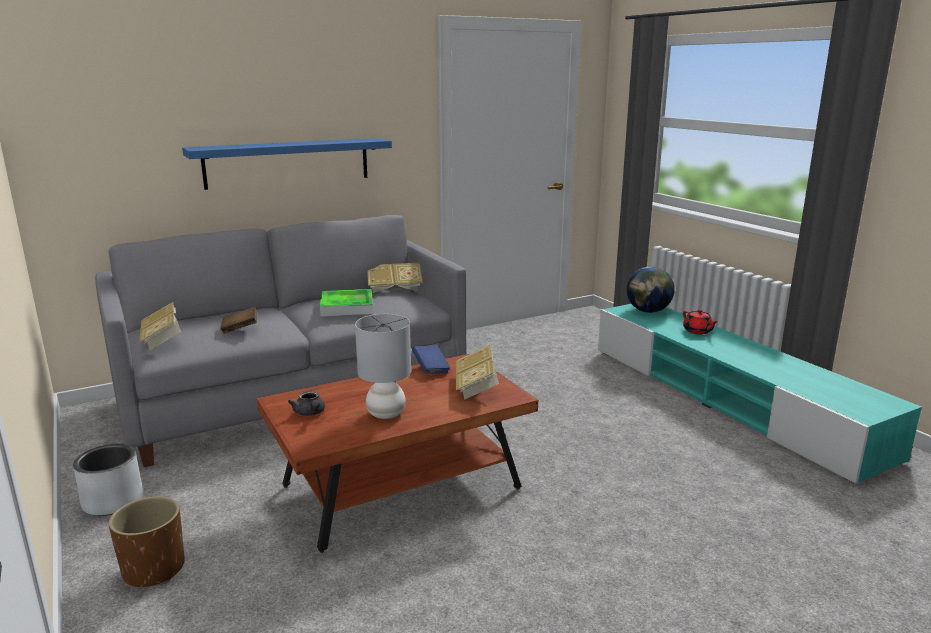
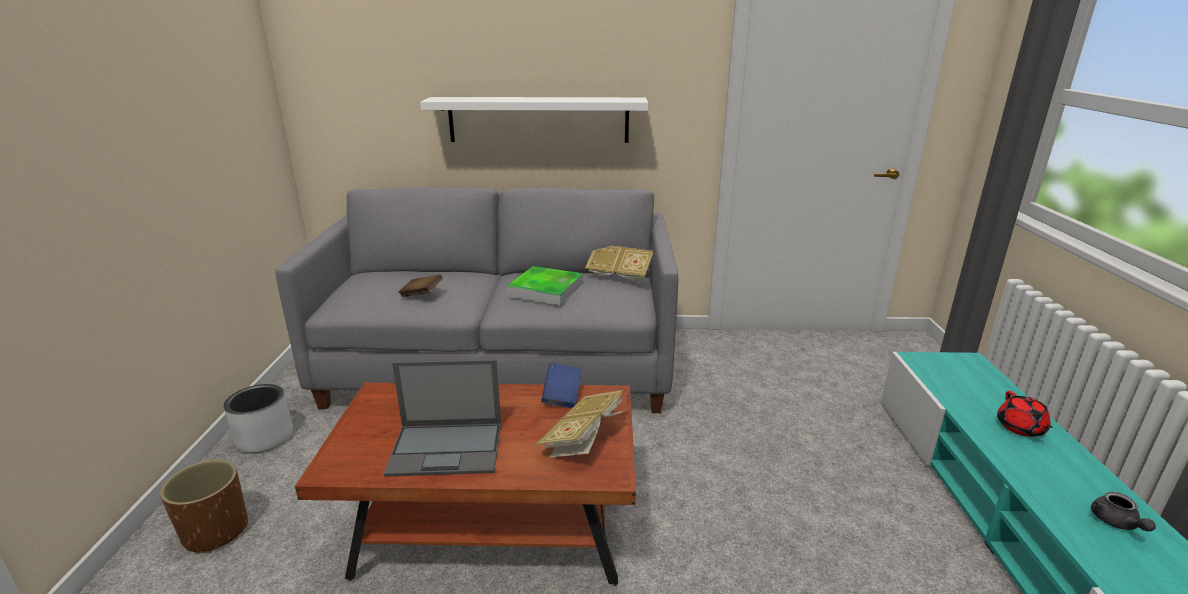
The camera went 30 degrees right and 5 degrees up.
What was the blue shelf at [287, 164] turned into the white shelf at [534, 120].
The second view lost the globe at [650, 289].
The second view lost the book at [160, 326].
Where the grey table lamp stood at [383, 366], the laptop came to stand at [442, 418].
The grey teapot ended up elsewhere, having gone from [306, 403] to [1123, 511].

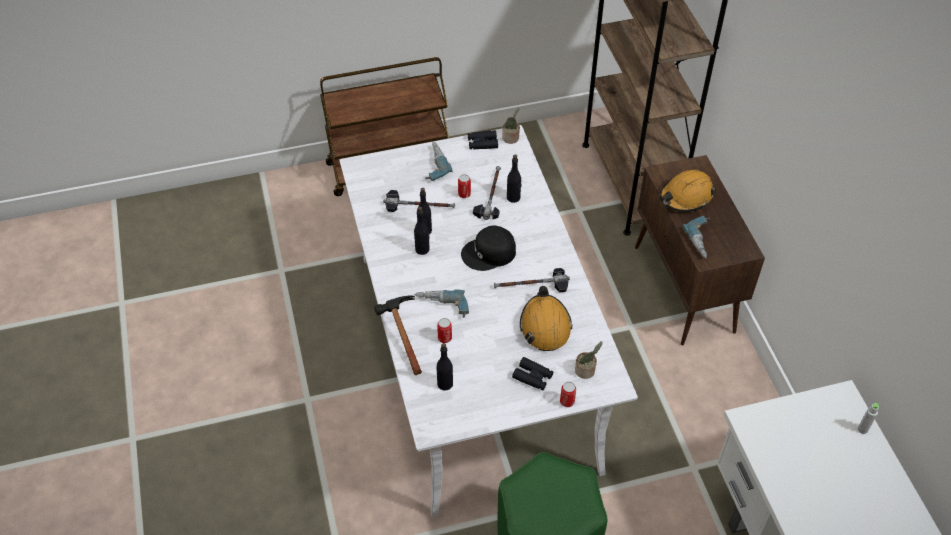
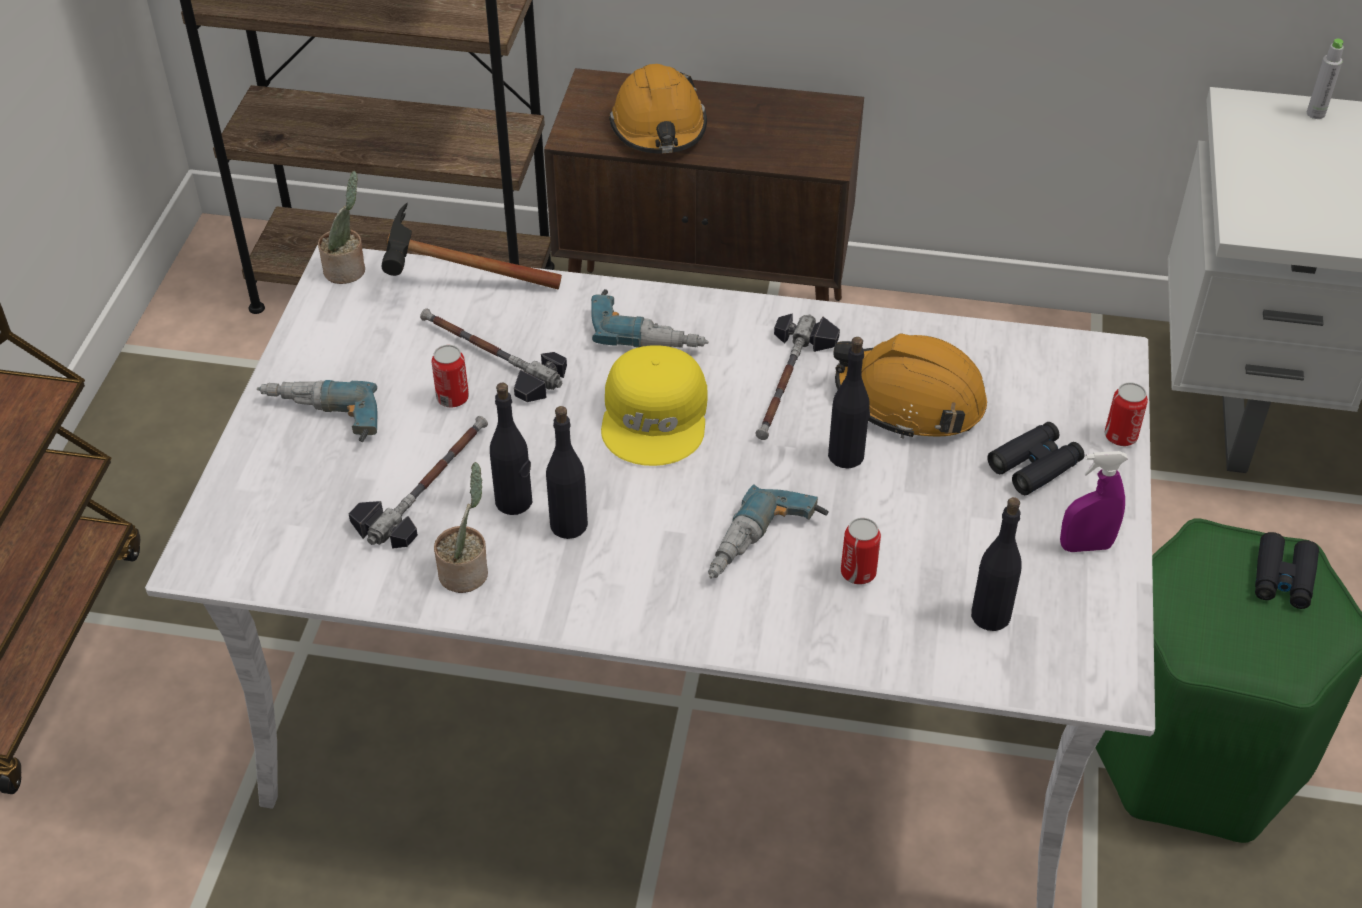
The camera went 65 degrees left and 5 degrees down.
The black binoculars ended up elsewhere, having gone from [483, 139] to [1287, 570].
The black bottle ended up elsewhere, having gone from [514, 178] to [849, 403].
The power drill ended up elsewhere, having gone from [696, 237] to [650, 318].
What was the black cap at [488, 248] turned into the yellow cap at [654, 405].
The hammer ended up elsewhere, having gone from [398, 335] to [472, 246].
The potted plant ended up elsewhere, having gone from [588, 360] to [461, 527].
The second view gained the purple spray bottle at [1094, 501].

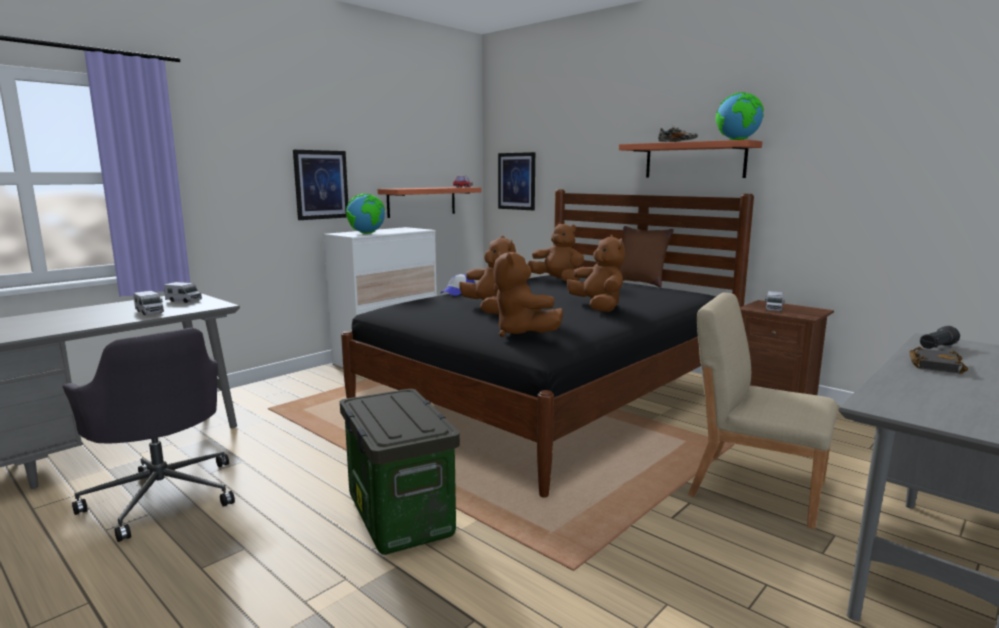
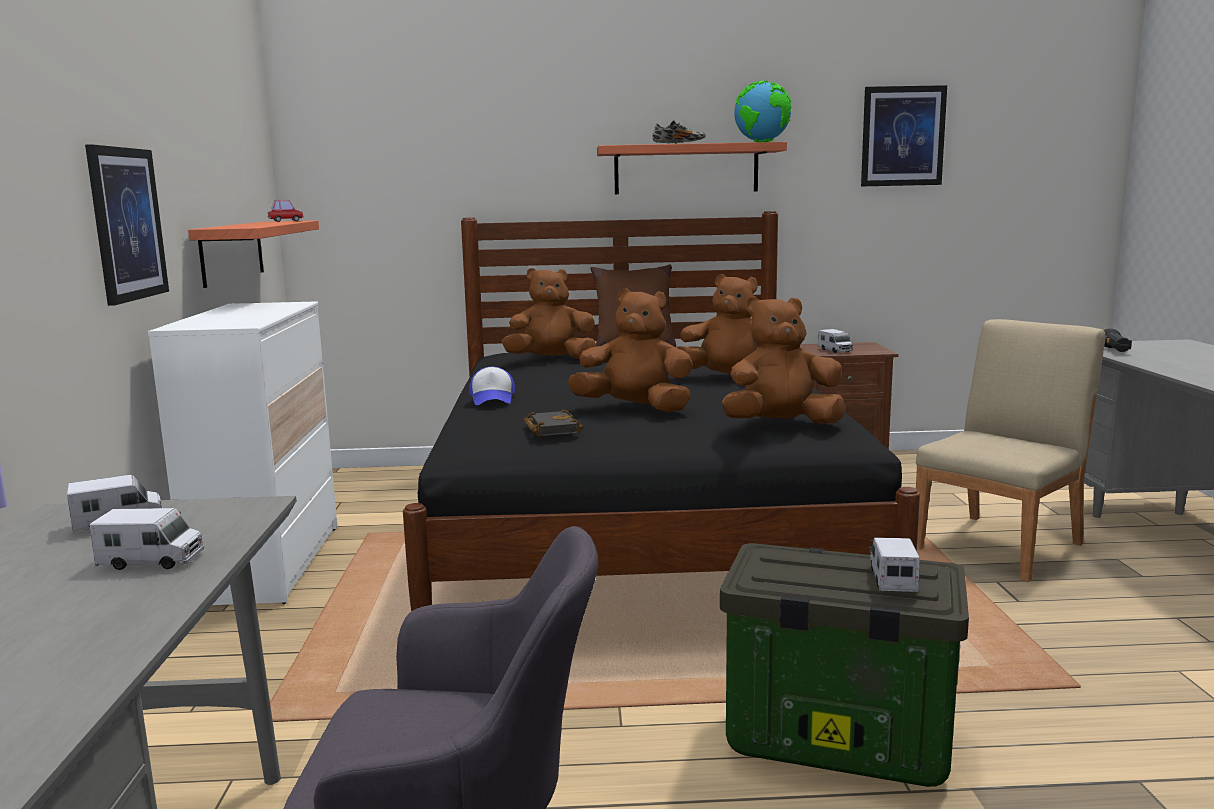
The camera went 45 degrees left and 0 degrees up.
The picture ended up elsewhere, having gone from [516, 181] to [904, 135].
The second view lost the globe at [365, 213].
The brown plush toy at [528, 294] ended up facing another way, 150 degrees clockwise from before.
The beige chair at [763, 410] ended up facing another way, 150 degrees clockwise from before.
The black book ended up elsewhere, having gone from [938, 360] to [553, 423].
The second view gained the toy truck at [894, 564].

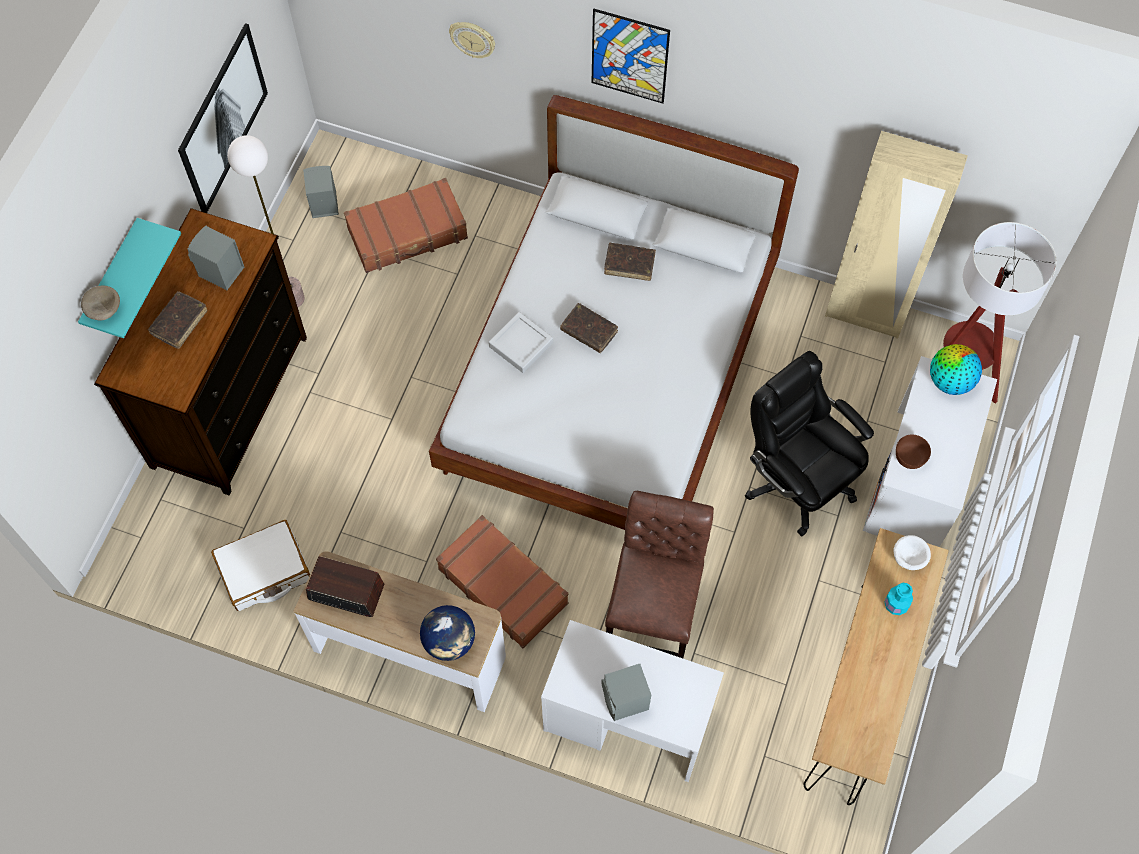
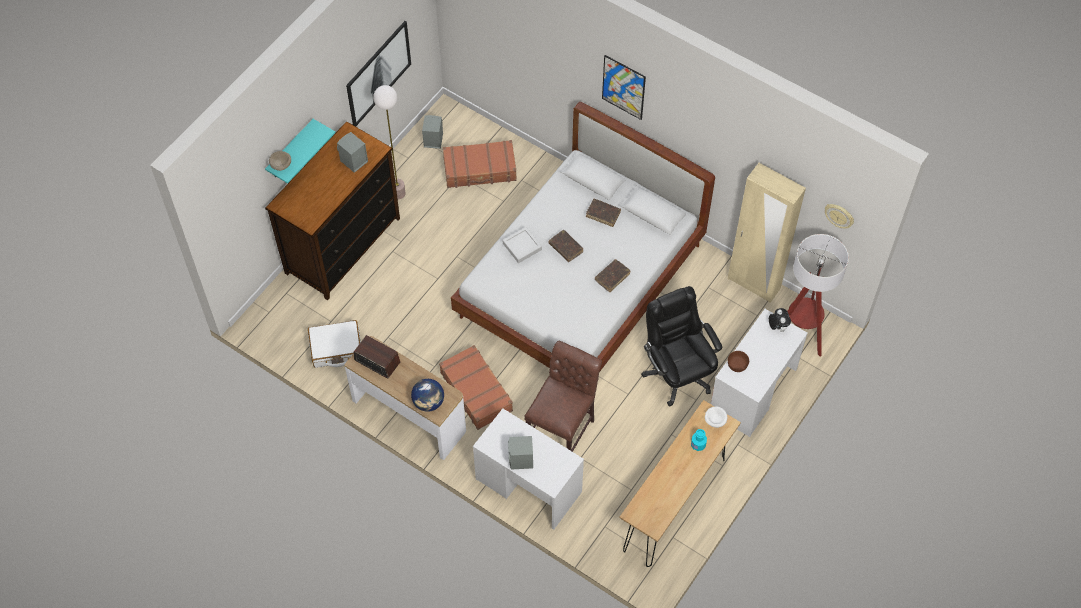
The camera went 15 degrees right and 5 degrees down.
The wall clock ended up elsewhere, having gone from [472, 40] to [839, 216].
The brown book ended up elsewhere, having gone from [177, 320] to [612, 275].
Where the globe stood at [956, 369], the plush toy came to stand at [780, 320].

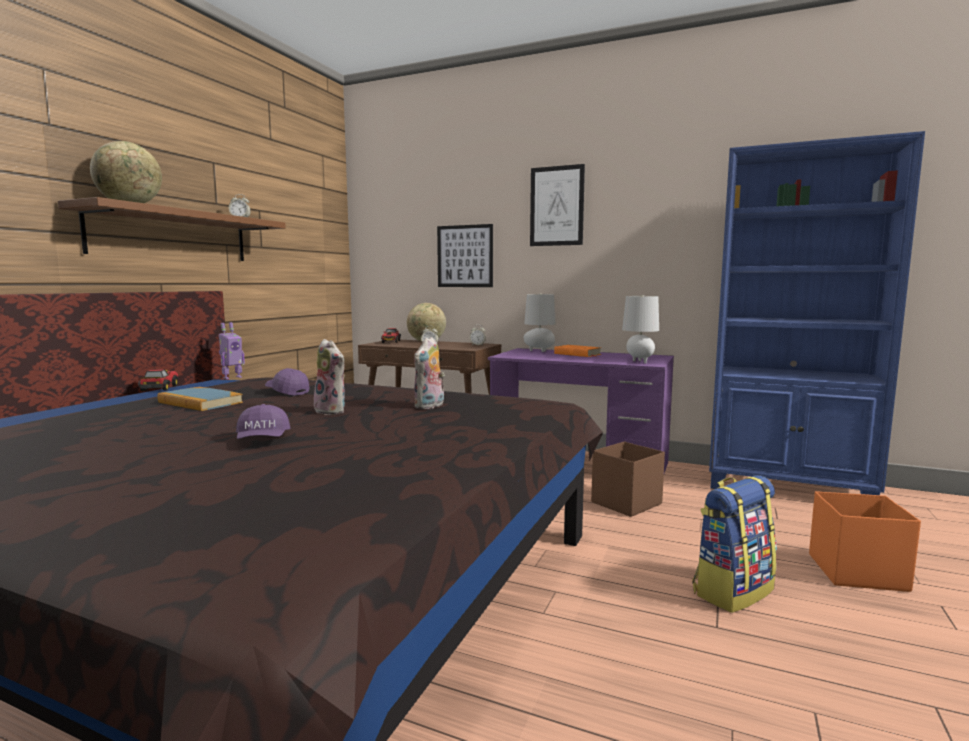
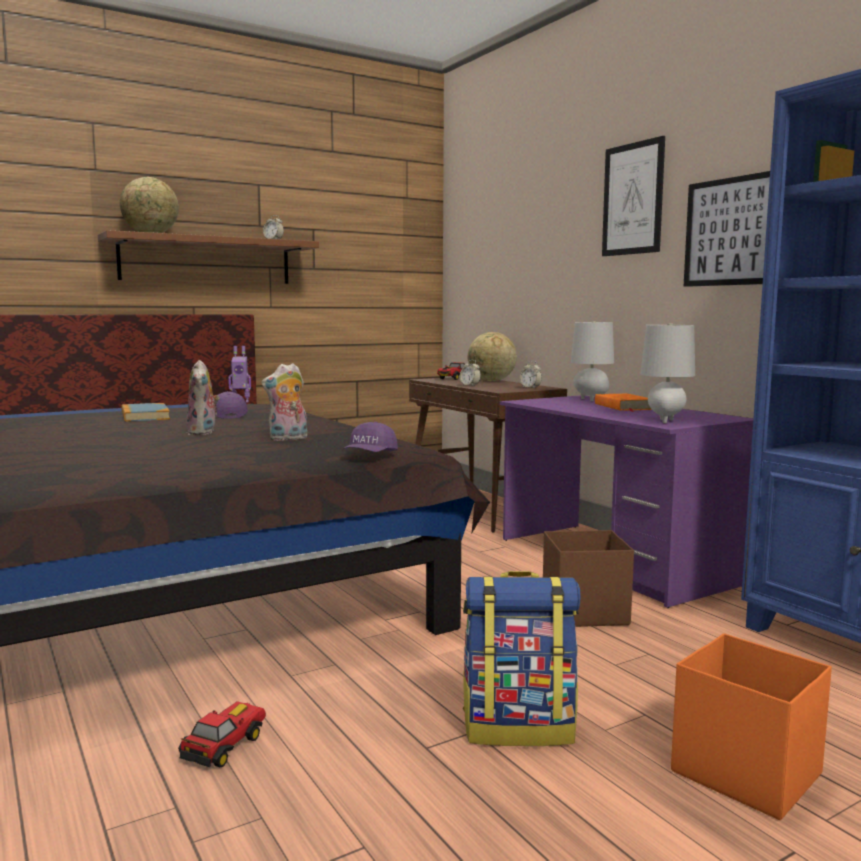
The camera went 35 degrees right and 0 degrees up.
The picture ended up elsewhere, having gone from [465, 255] to [727, 229].
The toy car ended up elsewhere, having gone from [158, 380] to [222, 734].
The purple cap ended up elsewhere, having gone from [263, 421] to [370, 437].

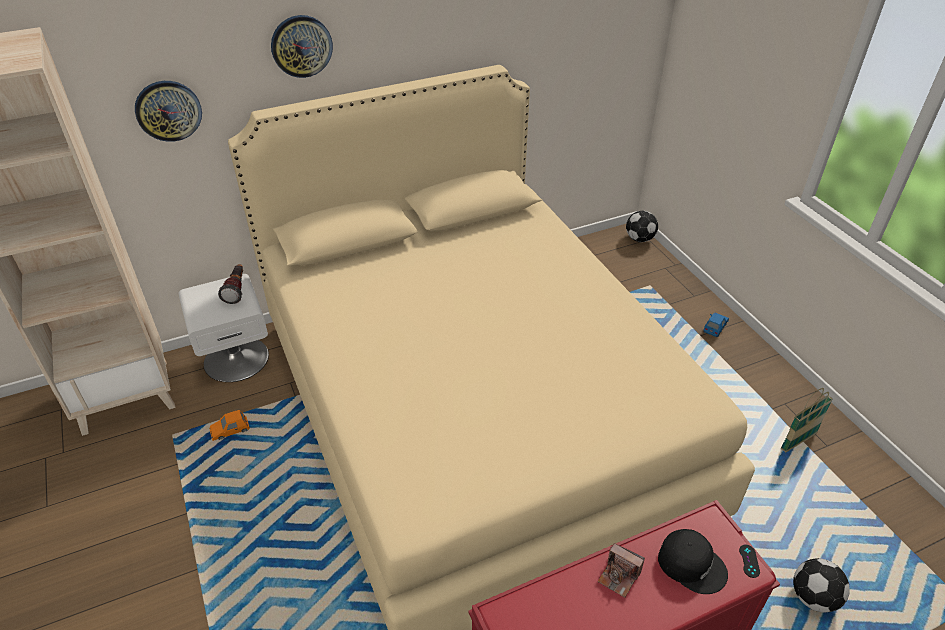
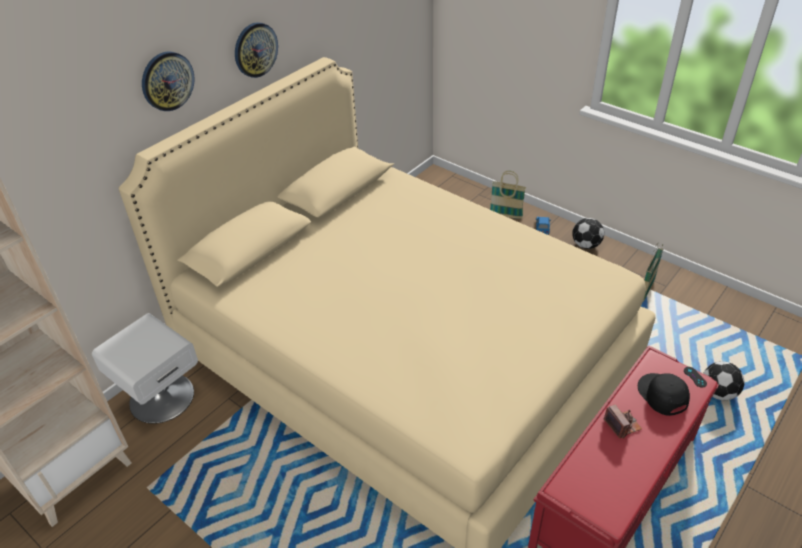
The camera went 25 degrees left and 0 degrees up.
The wall clock ended up elsewhere, having gone from [168, 111] to [256, 50].
The football ended up elsewhere, having gone from [642, 226] to [588, 233].
The second view lost the flashlight at [230, 284].
The second view lost the orange toy car at [229, 425].
The black cap at [693, 561] ended up facing another way, 120 degrees counterclockwise from before.
The photo camera at [621, 570] ended up facing another way, 120 degrees counterclockwise from before.
The second view gained the basket at [508, 195].

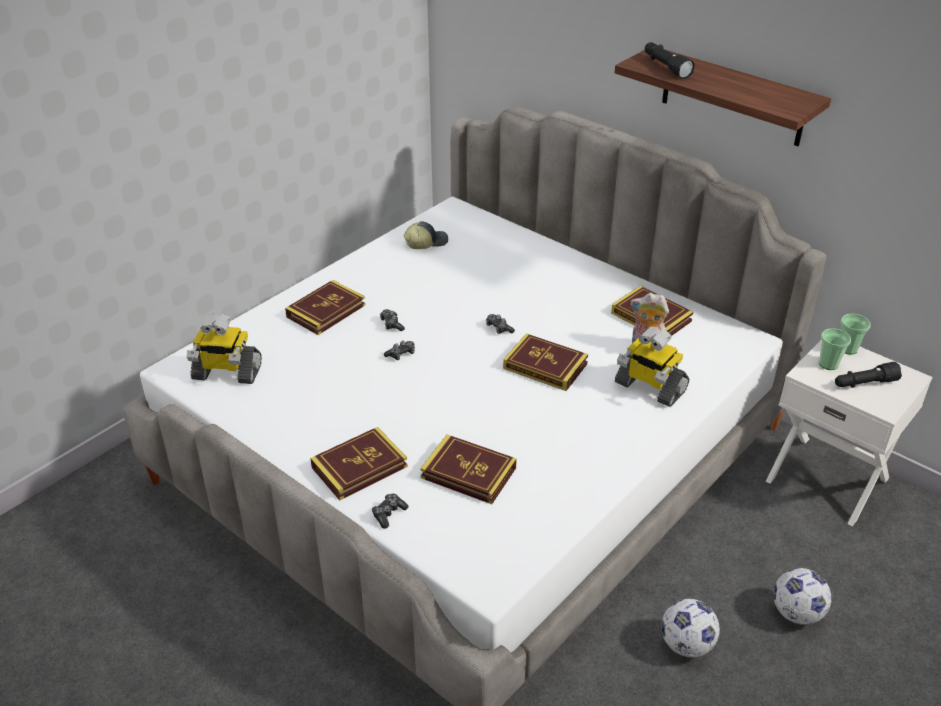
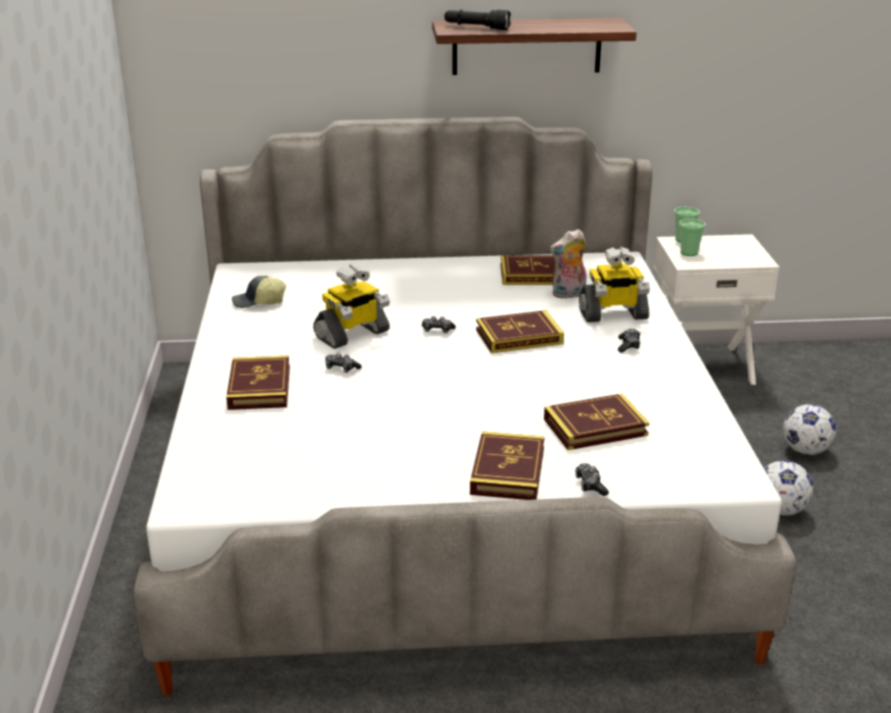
The camera went 45 degrees left and 10 degrees down.
The cap at [425, 235] ended up facing another way, 120 degrees counterclockwise from before.
The toy robot ended up elsewhere, having gone from [224, 348] to [351, 307].
The game controller ended up elsewhere, having gone from [399, 350] to [629, 341].
The second view lost the black flashlight at [868, 375].

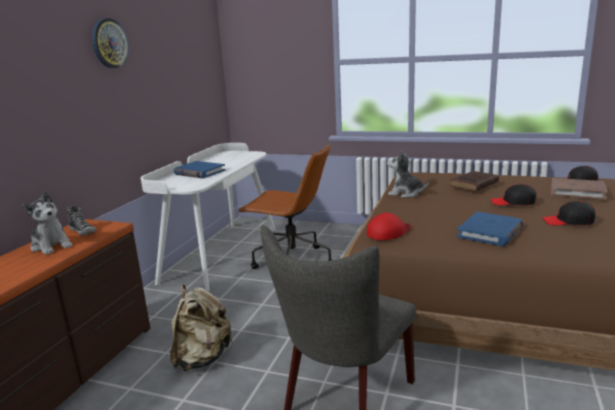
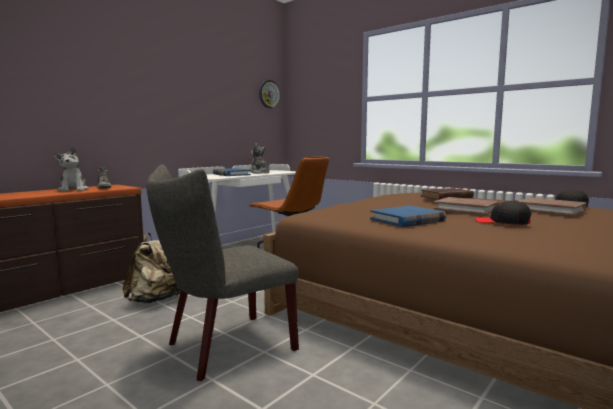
The camera went 20 degrees right and 10 degrees down.
The wall clock ended up elsewhere, having gone from [110, 43] to [269, 94].
The plush toy ended up elsewhere, having gone from [408, 174] to [259, 158].
Where the black cap stood at [514, 194], the brown book came to stand at [466, 206].
The second view lost the red cap at [389, 226].

